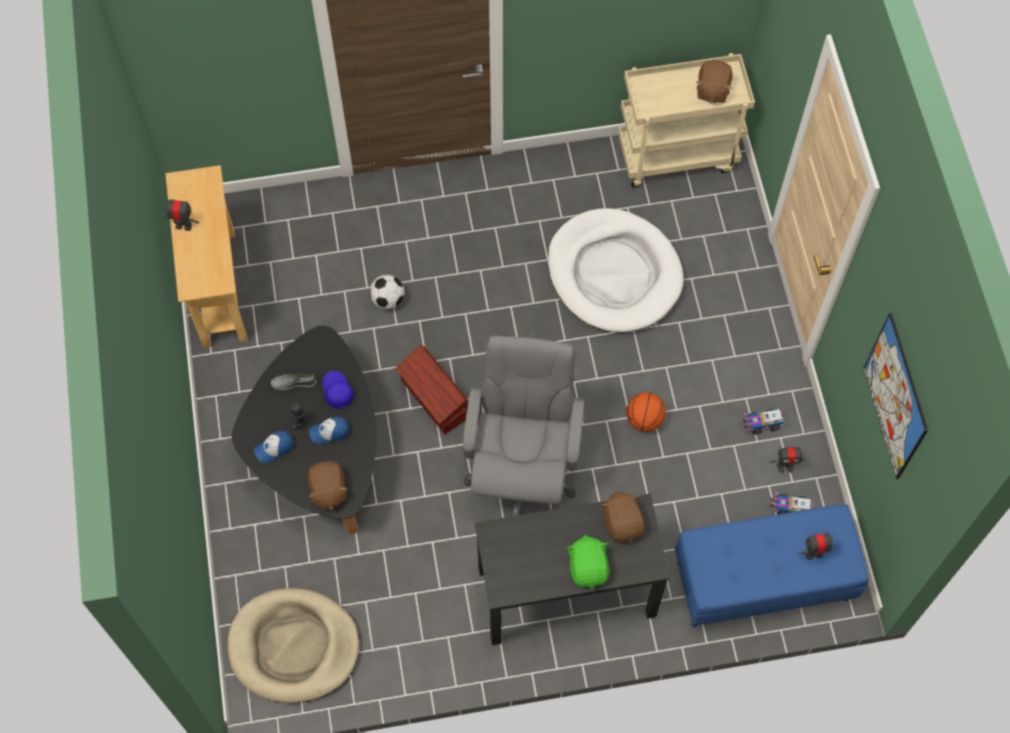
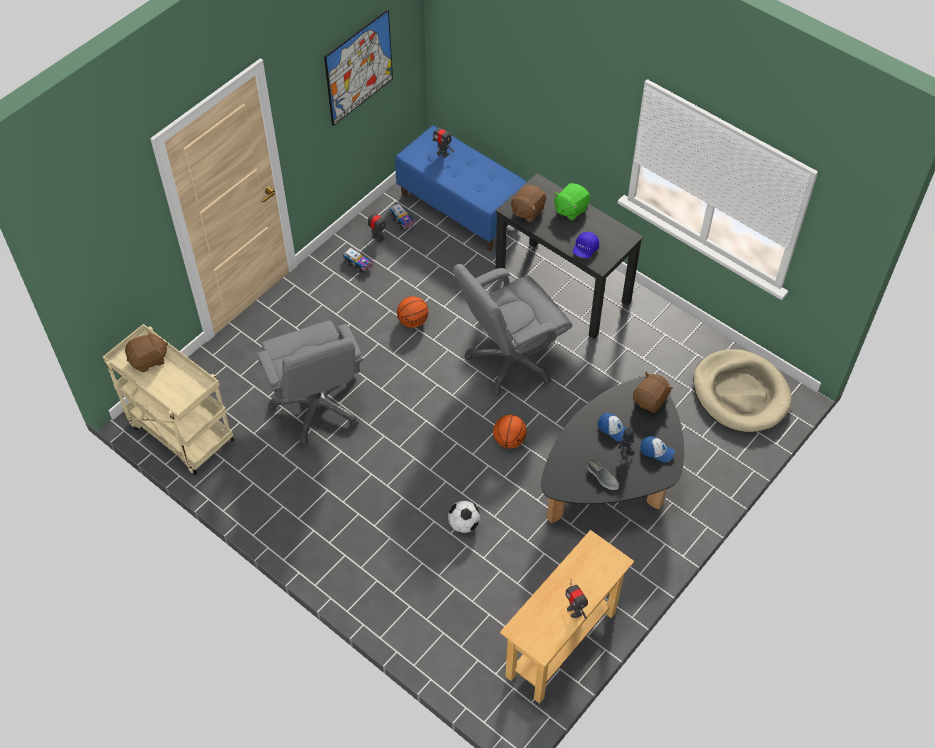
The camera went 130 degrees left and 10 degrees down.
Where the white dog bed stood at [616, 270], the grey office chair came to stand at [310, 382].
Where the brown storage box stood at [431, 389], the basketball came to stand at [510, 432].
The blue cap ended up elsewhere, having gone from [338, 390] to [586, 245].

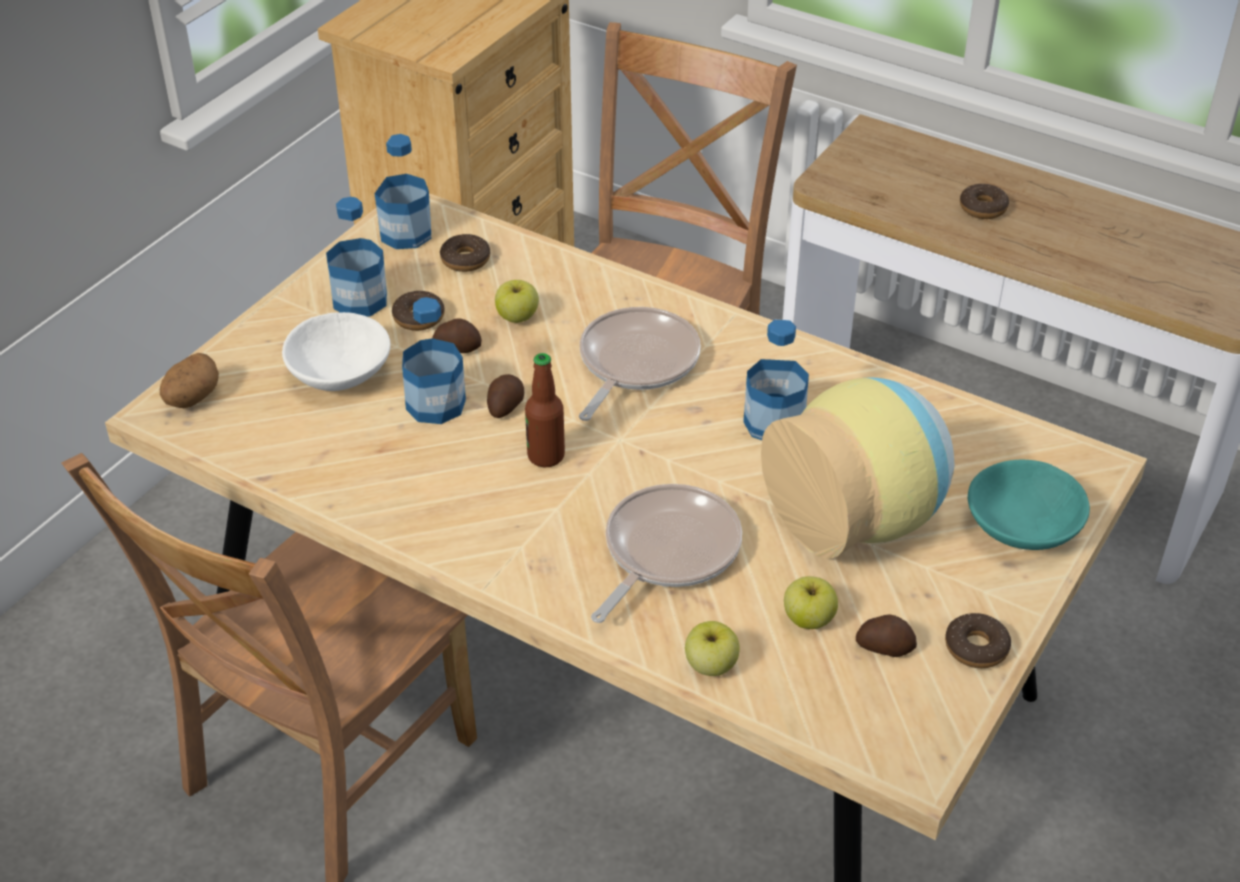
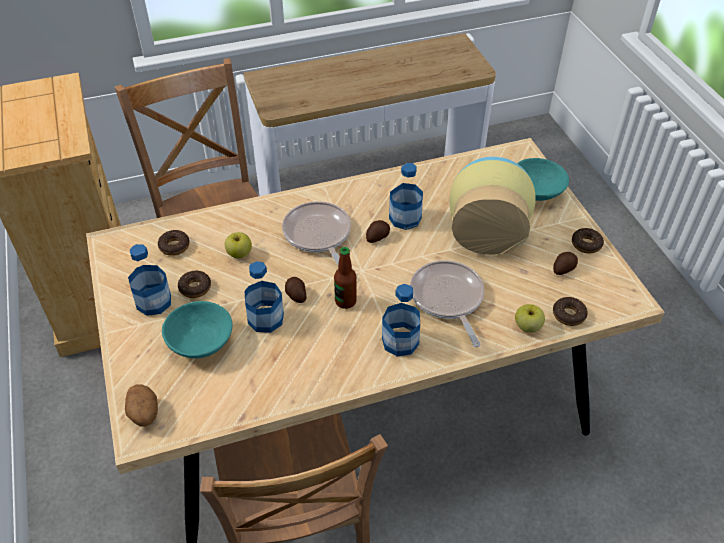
The camera went 50 degrees left and 5 degrees up.
The bottle ended up elsewhere, having gone from [402, 191] to [401, 320].
The donut ended up elsewhere, having gone from [984, 201] to [570, 311].
What was the white bowl at [336, 351] turned into the turquoise bowl at [197, 329].
The potato ended up elsewhere, having gone from [457, 335] to [378, 231].
The second view lost the apple at [811, 602].

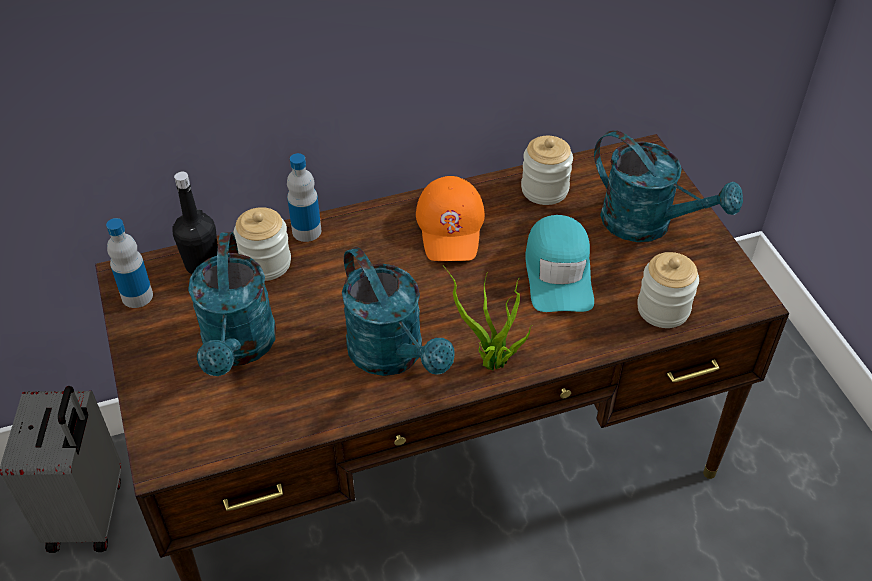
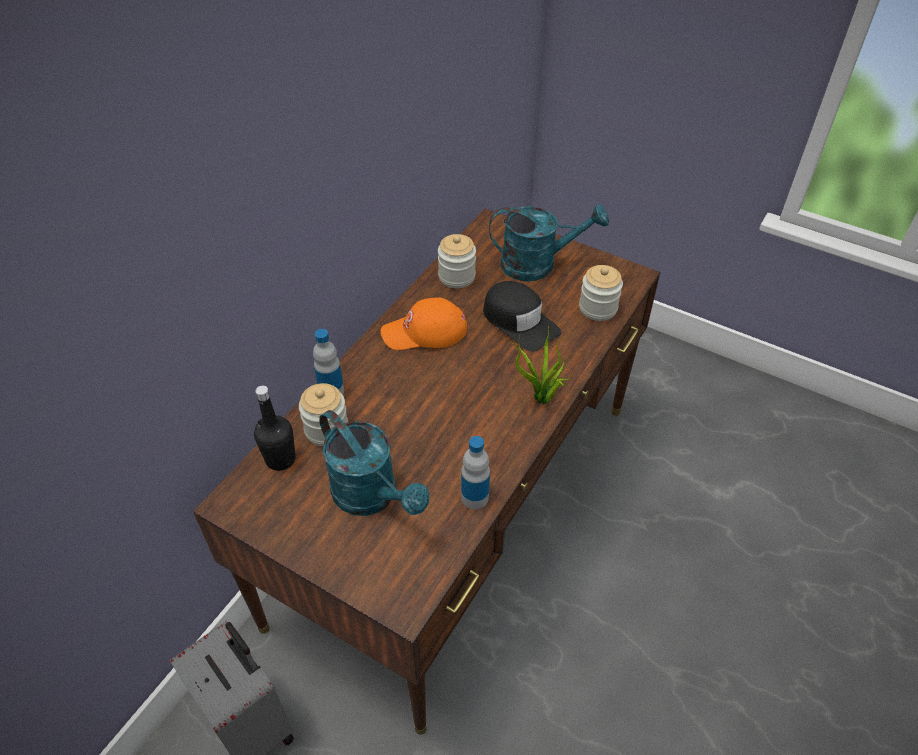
The camera went 40 degrees left and 0 degrees up.
The orange cap at [450, 218] ended up facing another way, 120 degrees clockwise from before.
What was the turquoise cap at [559, 263] turned into the black cap at [522, 316].
The bottle ended up elsewhere, having gone from [129, 263] to [475, 472].
The second view lost the turquoise watering can at [398, 311].

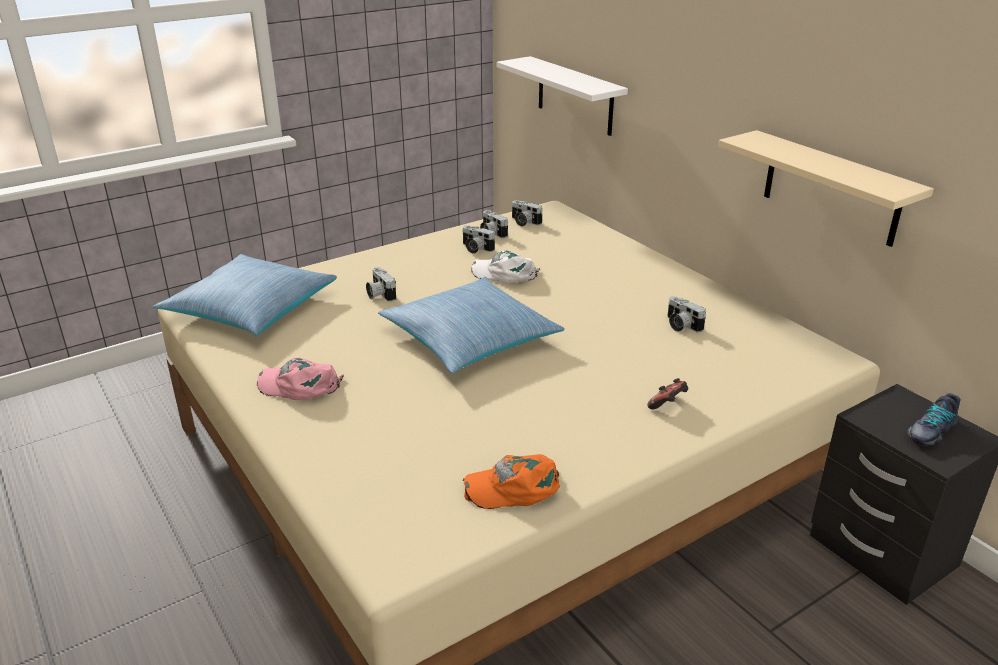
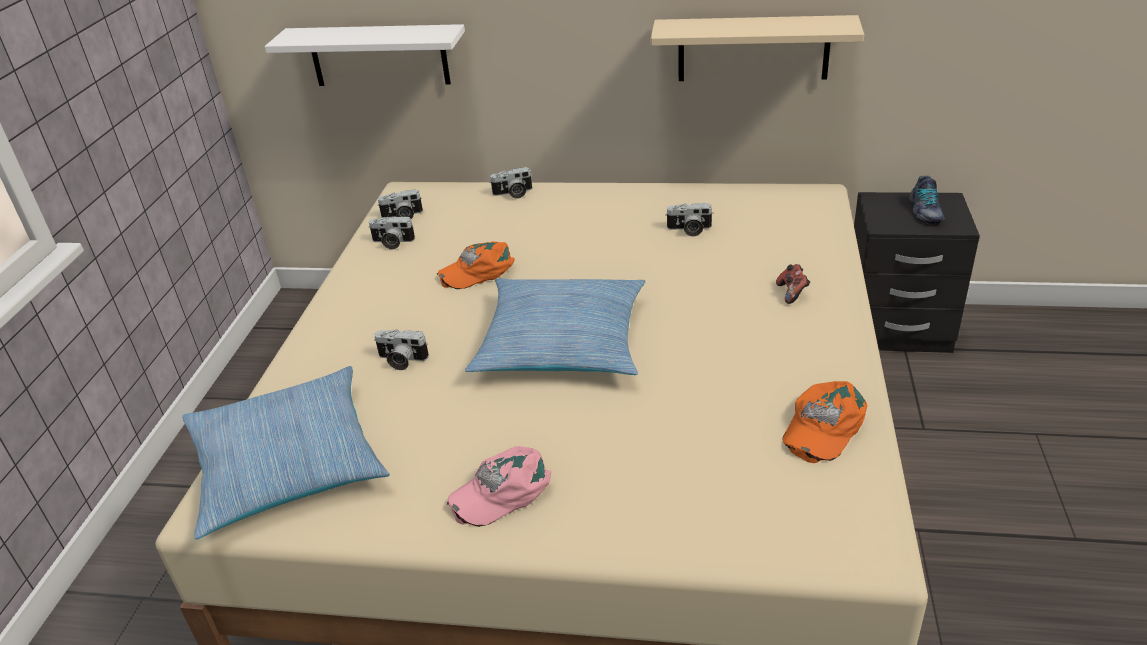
The camera went 45 degrees left and 5 degrees up.
The photo camera ended up elsewhere, having gone from [478, 239] to [511, 183].
What was the white cap at [505, 266] turned into the orange cap at [476, 265].

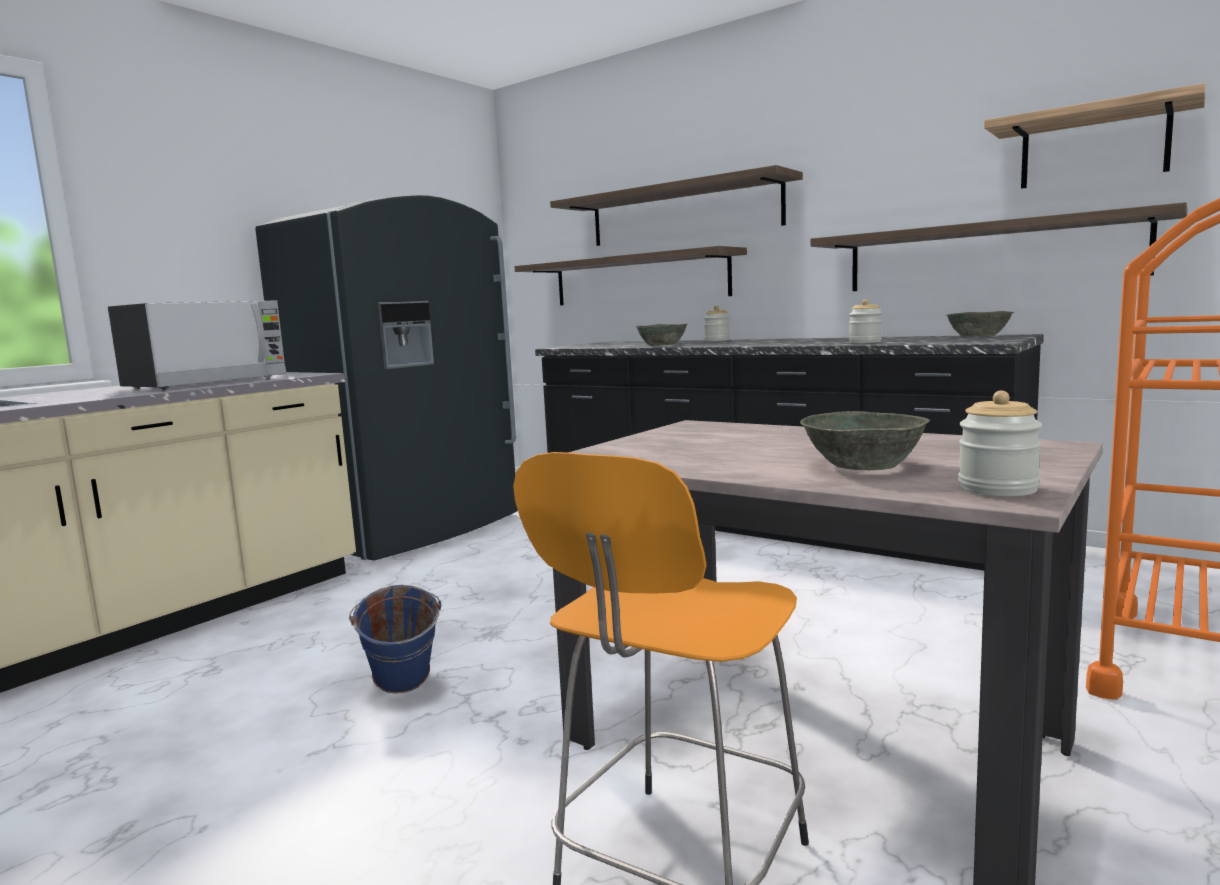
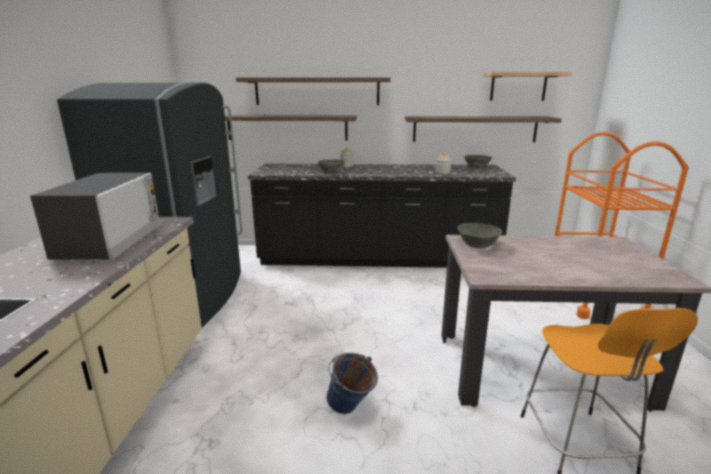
The camera went 35 degrees left and 10 degrees up.
The second view lost the jar at [1000, 443].
The grey bowl ended up elsewhere, having gone from [865, 440] to [479, 235].

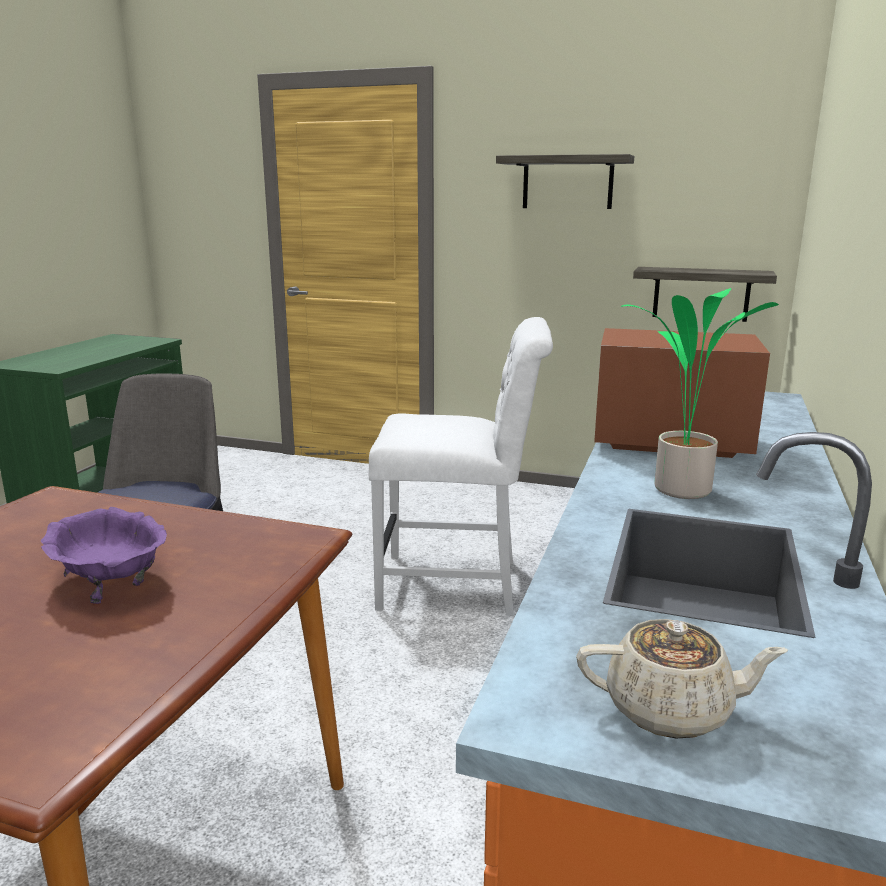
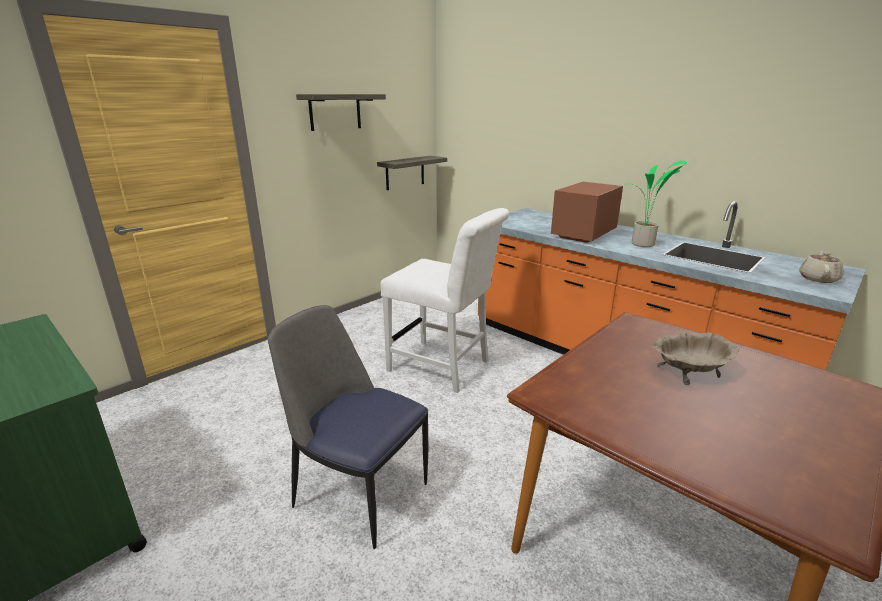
The camera went 65 degrees left and 5 degrees up.
The white chair at [460, 466] ended up facing another way, 90 degrees clockwise from before.
What was the purple bowl at [103, 555] turned into the beige bowl at [696, 358].

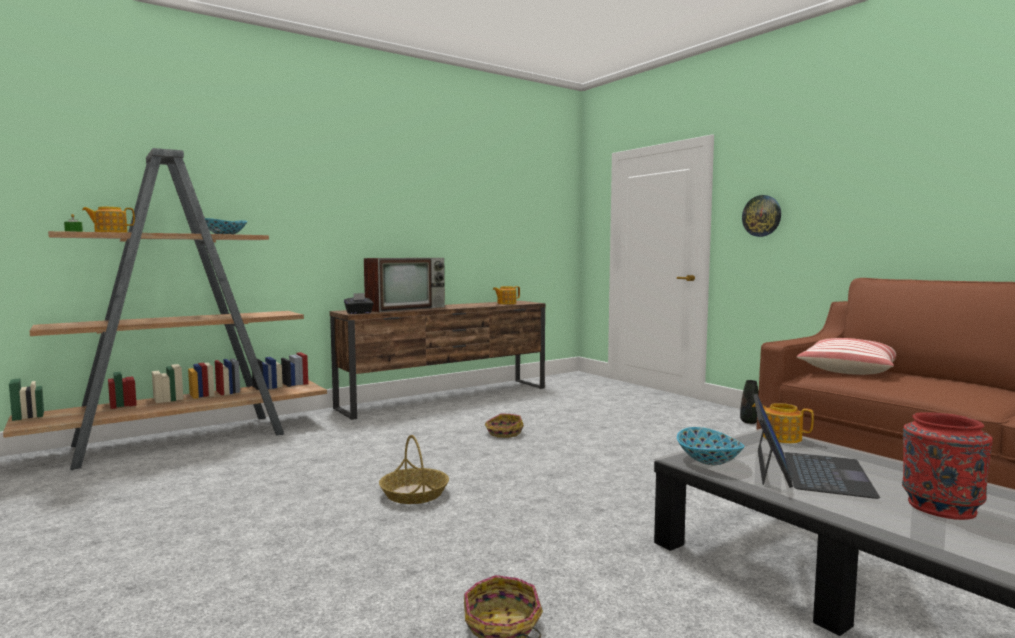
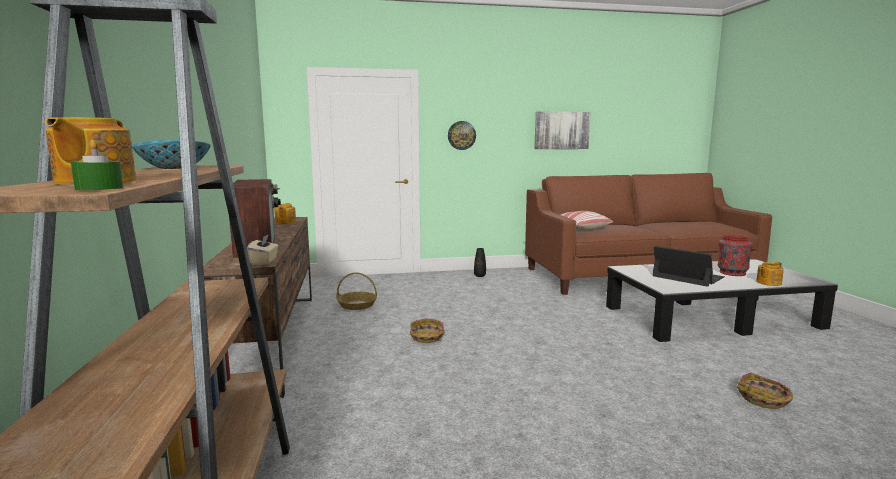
The camera went 65 degrees left and 5 degrees up.
What was the black tissue box at [359, 303] turned into the beige tissue box at [262, 249].
The teapot ended up elsewhere, having gone from [783, 423] to [770, 274].
The second view lost the bowl at [710, 446].
The basket ended up elsewhere, having gone from [414, 469] to [357, 291].
The second view gained the picture at [562, 130].

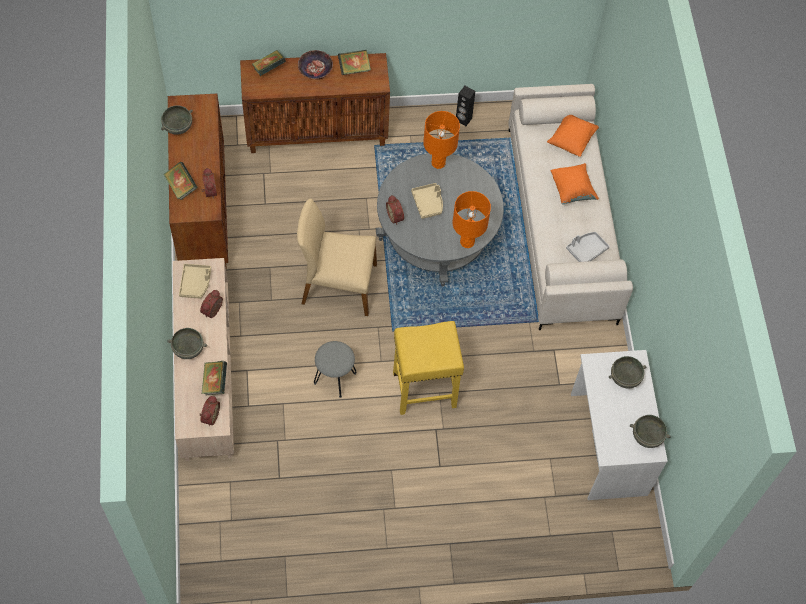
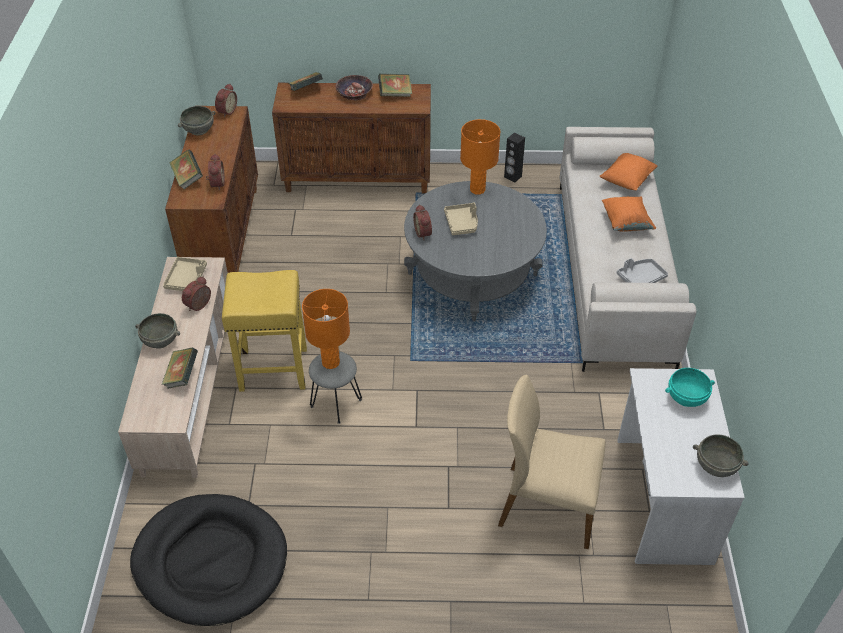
The camera went 10 degrees right and 15 degrees down.
The orange table lamp ended up elsewhere, having gone from [472, 219] to [326, 329].
The beige chair ended up elsewhere, having gone from [337, 257] to [552, 462].
The yellow stool ended up elsewhere, having gone from [428, 368] to [264, 331].
What was the grey bowl at [627, 372] turned into the turquoise bowl at [690, 387].
The alarm clock ended up elsewhere, having gone from [210, 411] to [226, 100].
The second view gained the black dog bed at [208, 560].

